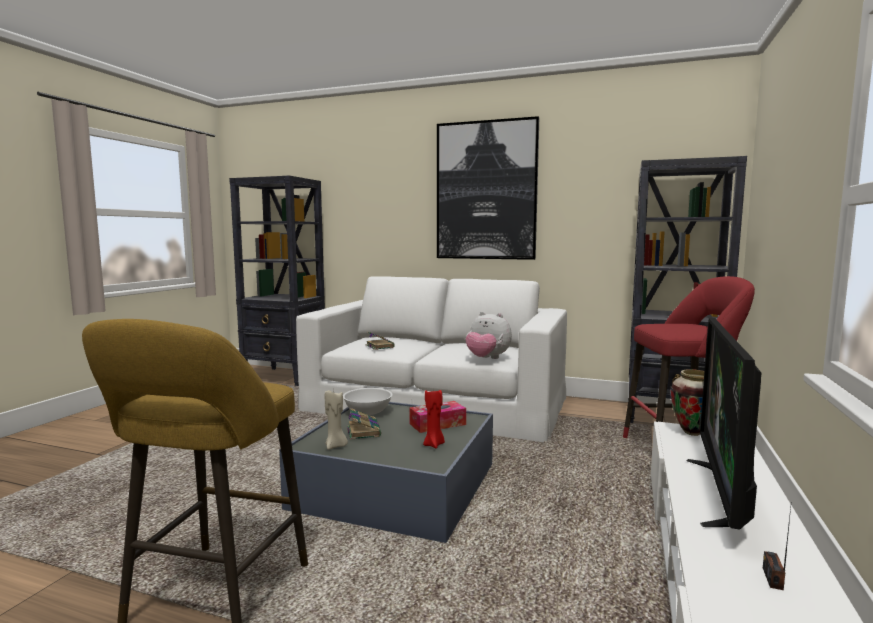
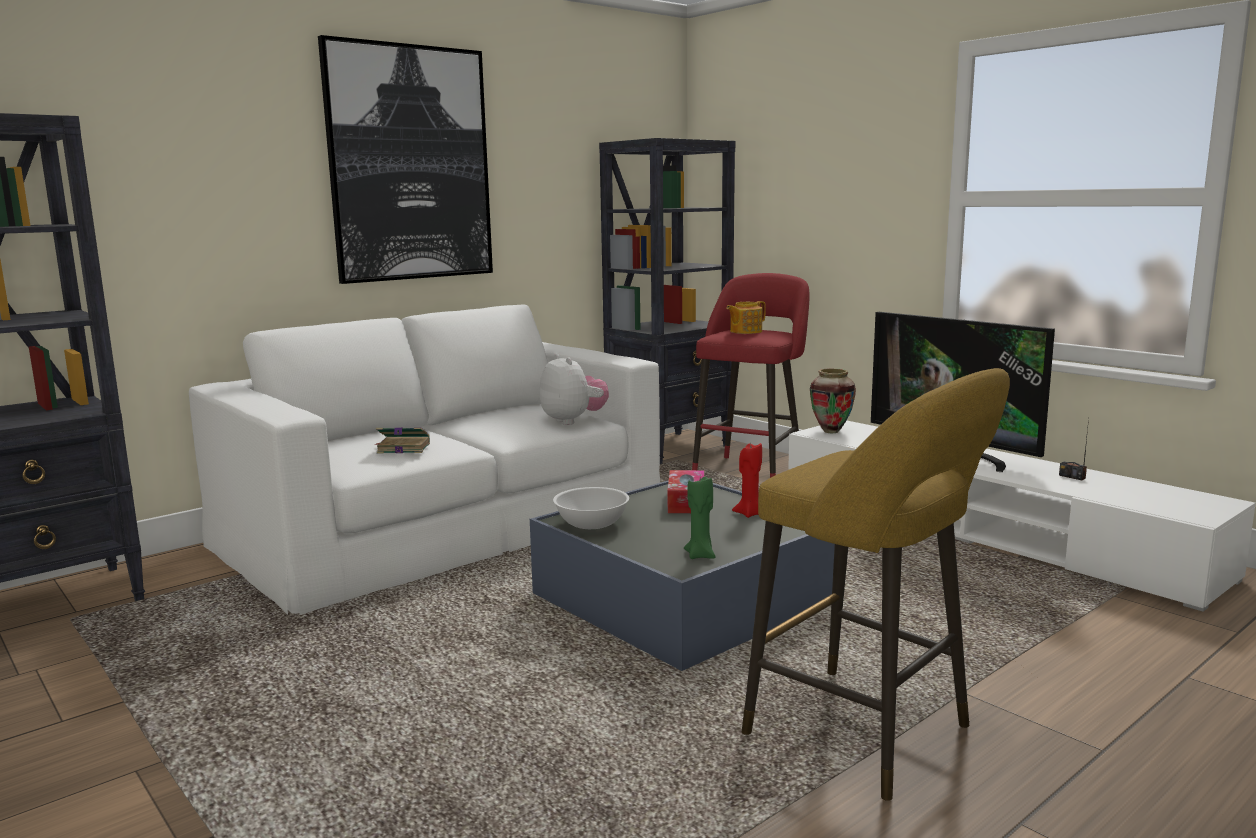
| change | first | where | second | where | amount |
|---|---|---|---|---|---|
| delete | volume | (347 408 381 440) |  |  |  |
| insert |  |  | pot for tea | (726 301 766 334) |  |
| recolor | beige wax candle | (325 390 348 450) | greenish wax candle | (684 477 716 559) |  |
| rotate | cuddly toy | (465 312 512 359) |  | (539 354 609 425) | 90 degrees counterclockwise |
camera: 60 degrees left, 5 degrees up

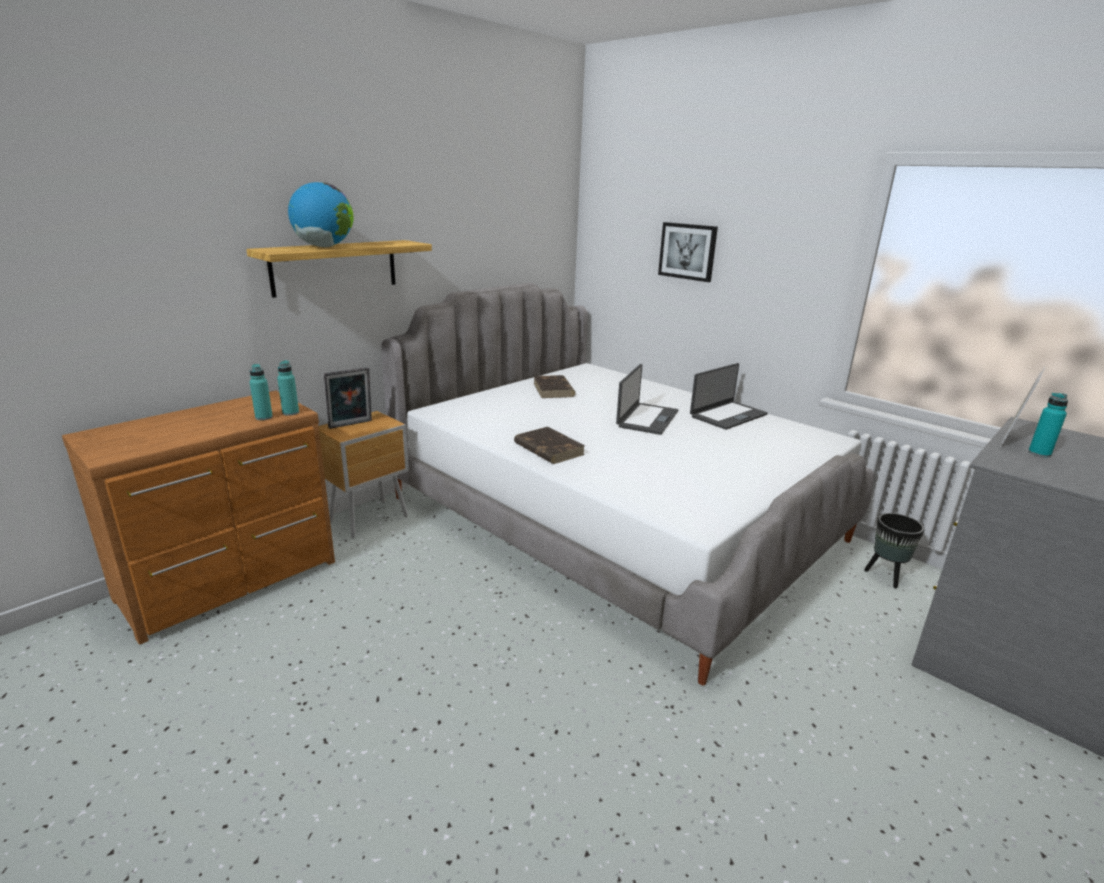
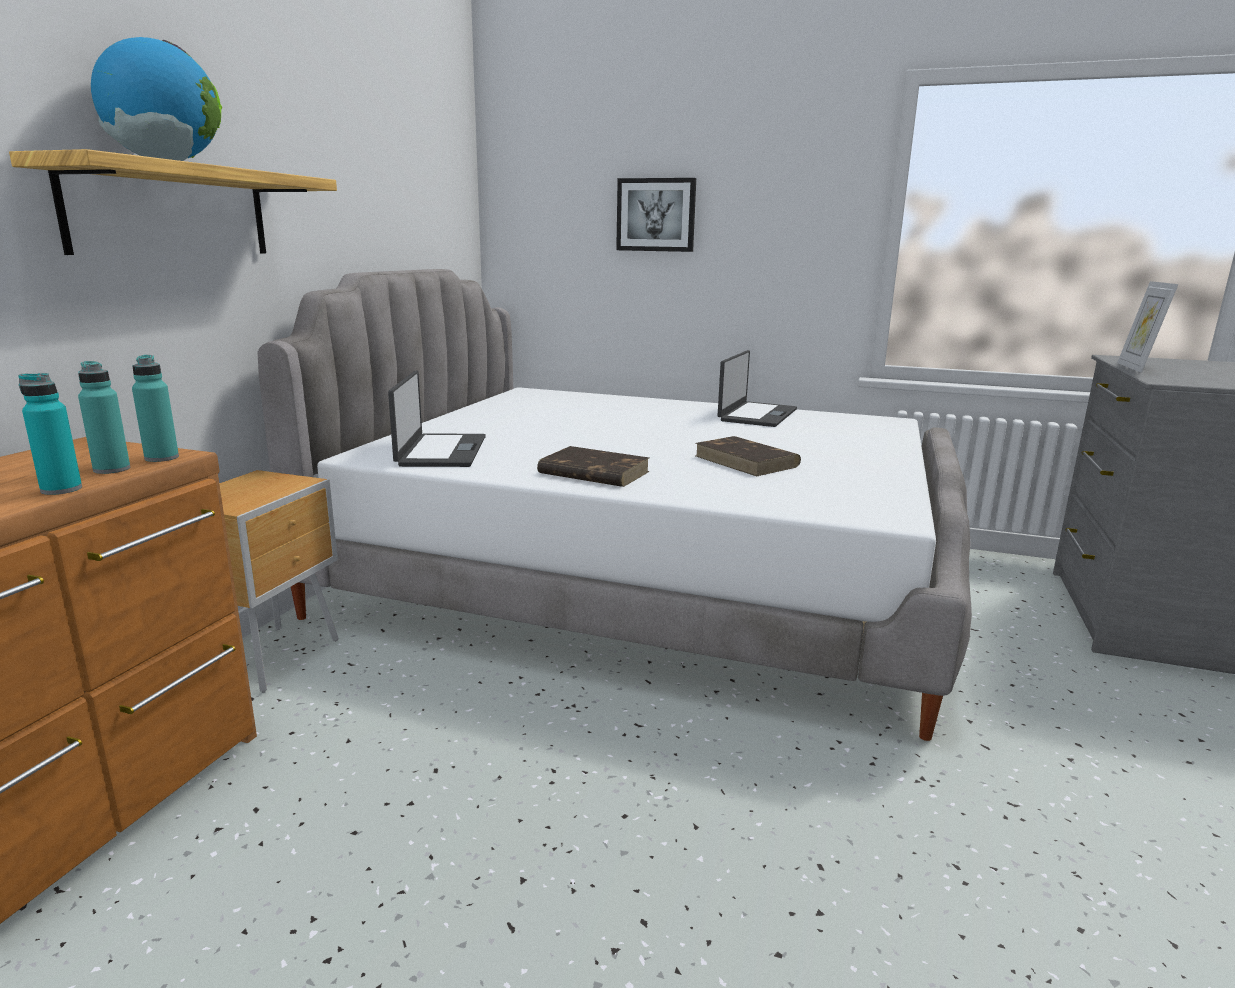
| change | first | where | second | where | amount |
|---|---|---|---|---|---|
| delete | standing frame | (324 367 372 429) |  |  |  |
| delete | black planter | (864 513 925 588) |  |  |  |
| move | brownish volume | (534 375 576 398) |  | (696 436 801 476) |  |
| move | laptop | (616 364 678 435) |  | (388 370 486 467) |  |
| move | blue-green beverage bottle | (1028 393 1068 458) |  | (18 373 82 495) |  |
camera: 25 degrees left, 5 degrees down

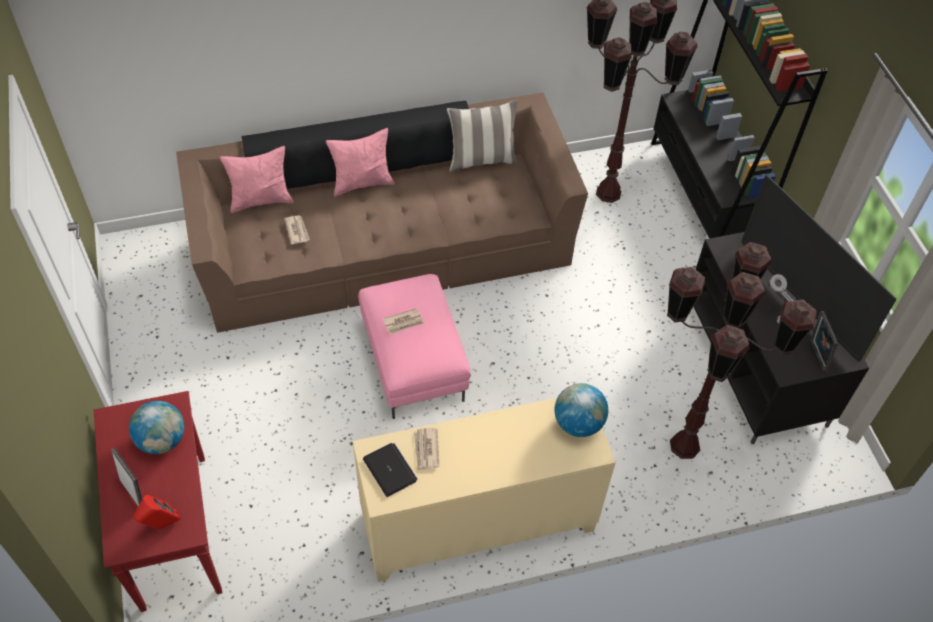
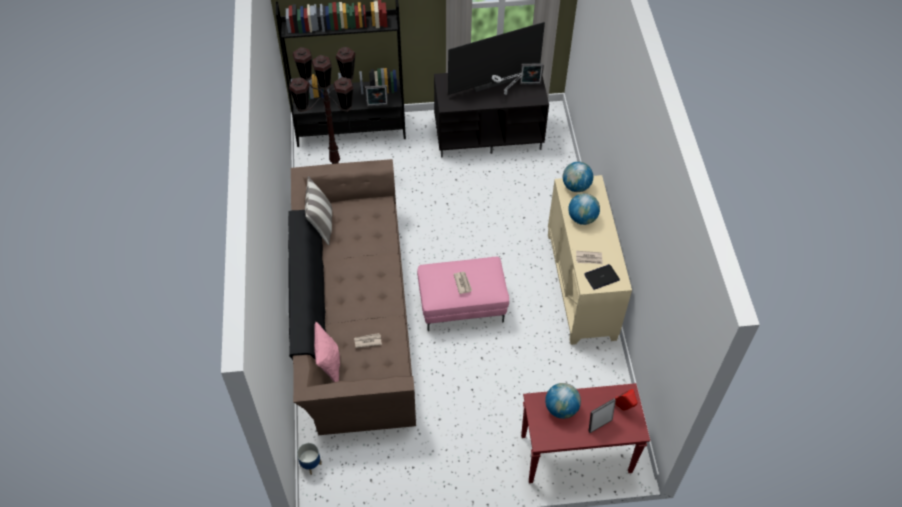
| change | first | where | second | where | amount |
|---|---|---|---|---|---|
| delete | pinkish throw pillow | (326 128 395 197) |  |  |  |
| delete | brownish floor lamp | (667 242 817 459) |  |  |  |
| insert |  |  | planter | (297 443 322 475) |  |
| insert |  |  | standing frame | (365 85 388 107) |  |
| insert |  |  | globe | (568 193 600 225) |  |
camera: 80 degrees left, 0 degrees up

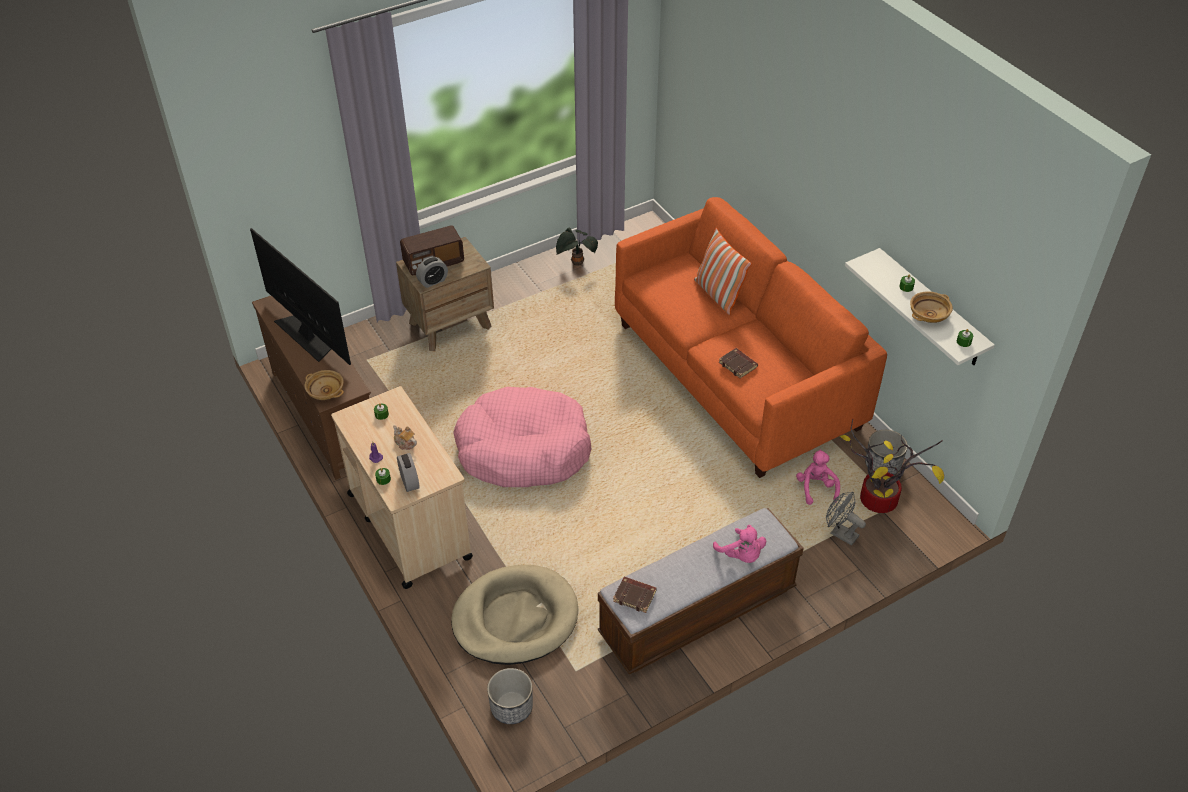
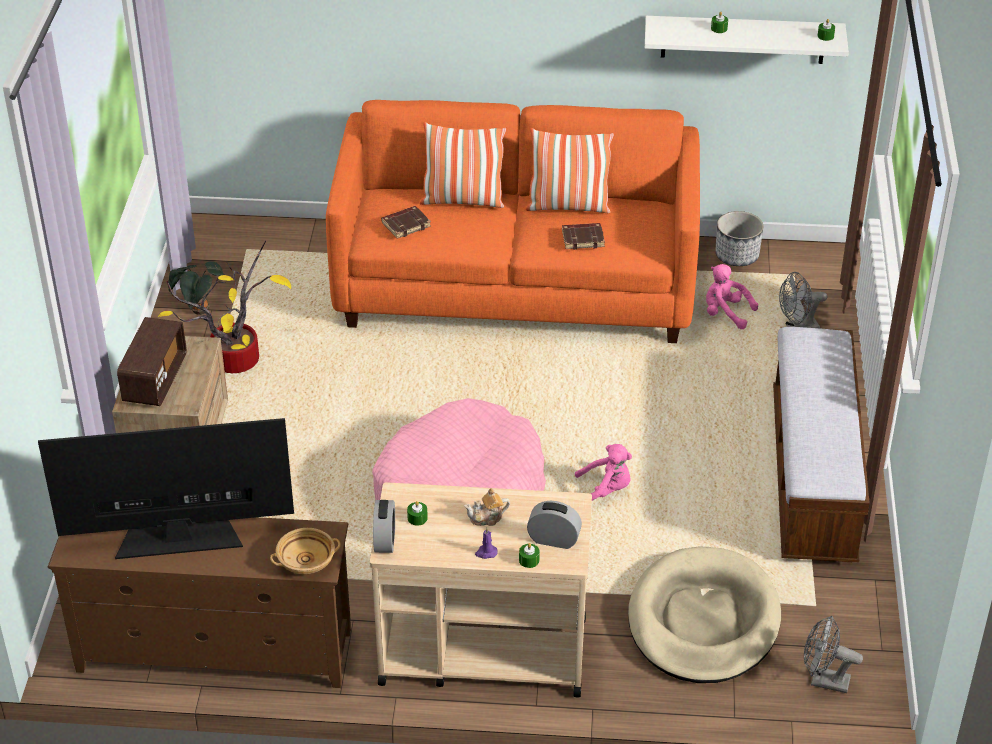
| change | first | where | second | where | amount |
|---|---|---|---|---|---|
| delete | beige serving bowl | (910 291 953 323) |  |  |  |
| insert |  |  | throw pillow | (526 128 614 213) |  |
| move | alarm clock | (416 257 448 288) |  | (373 500 395 553) |  |
| move | brownish volume | (613 577 657 613) |  | (381 206 431 239) |  |
| move | pinkish cuddly toy | (713 525 766 563) |  | (575 444 632 501) |  |
| move | houseplant | (840 419 944 513) |  | (157 240 291 373) |  |
| replace | planter | (487 668 533 724) | gray cooling fan | (804 616 863 693) |  |
camera: 55 degrees left, 5 degrees down

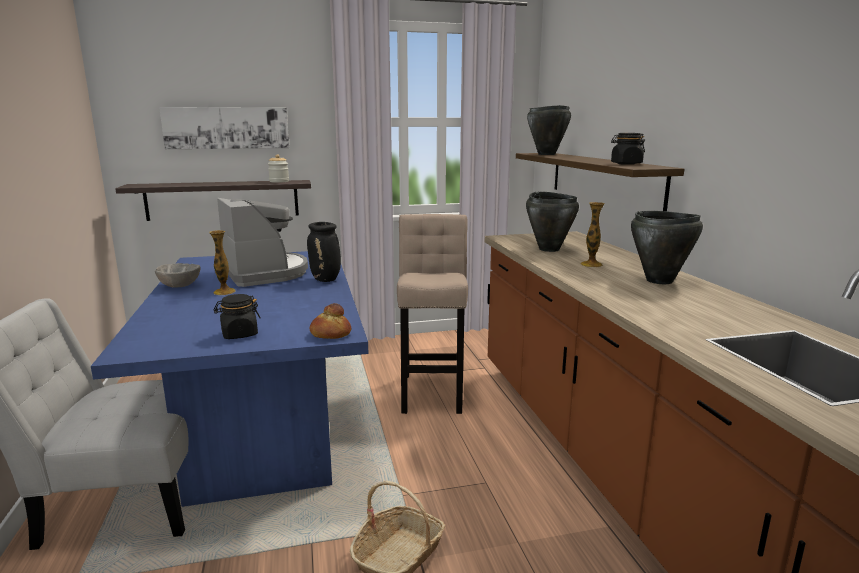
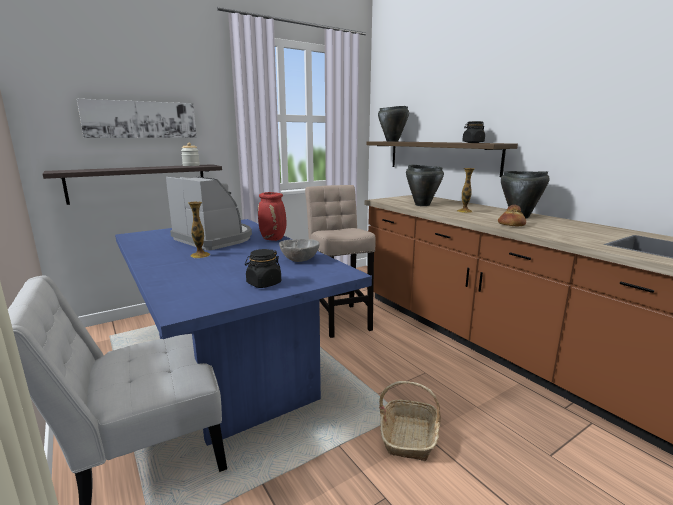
| change | first | where | second | where | amount |
|---|---|---|---|---|---|
| move | gray serving bowl | (155 263 201 288) |  | (279 239 320 262) |  |
| move | bakery bread | (310 303 352 339) |  | (498 205 526 226) |  |
| recolor | black vase | (307 222 341 282) | reddish vase | (258 192 286 241) |  |
camera: 20 degrees left, 0 degrees up

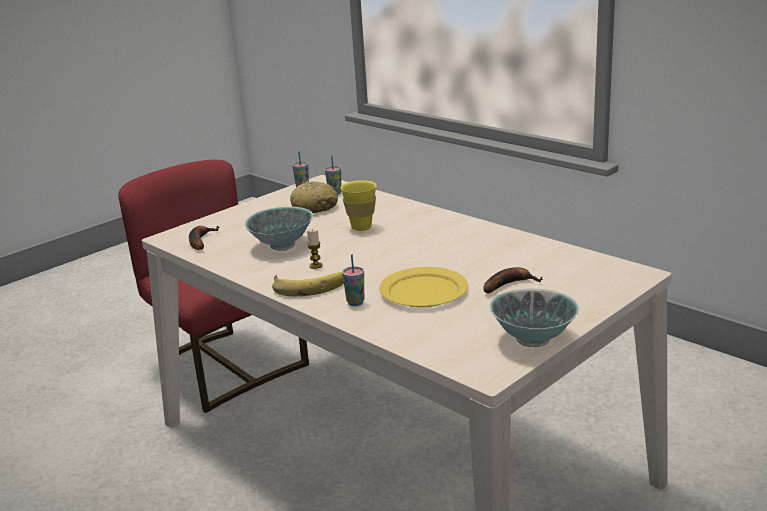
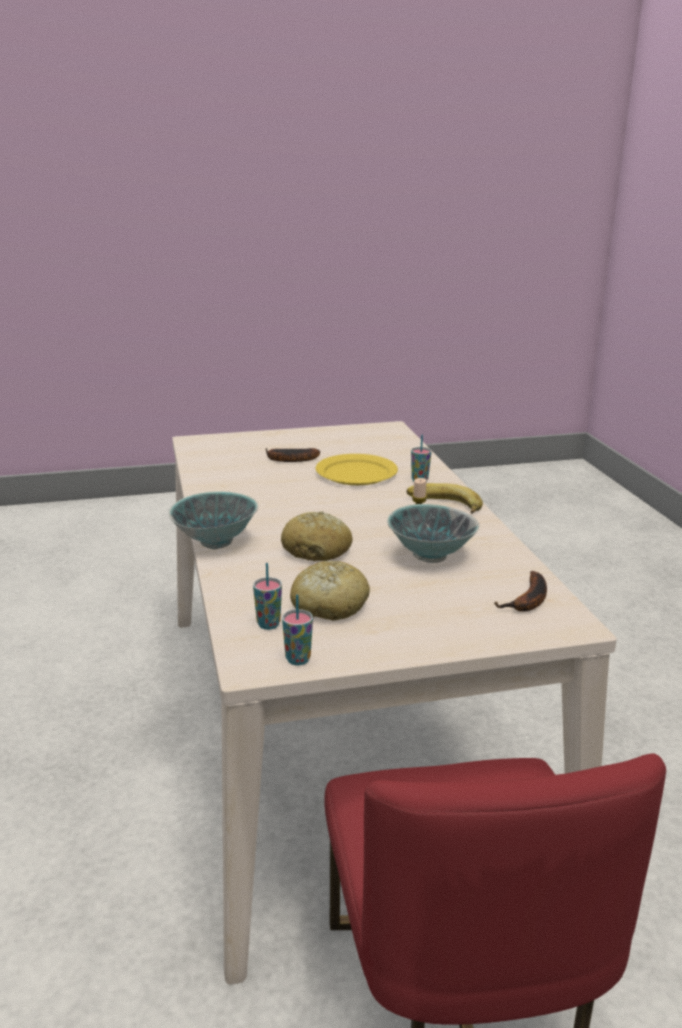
| change | first | where | second | where | amount |
|---|---|---|---|---|---|
| move | serving bowl | (489 288 579 347) |  | (169 491 258 549) |  |
| replace | yellowish cup | (340 180 377 231) | bakery bread | (281 511 353 561) |  |
camera: 150 degrees left, 0 degrees up

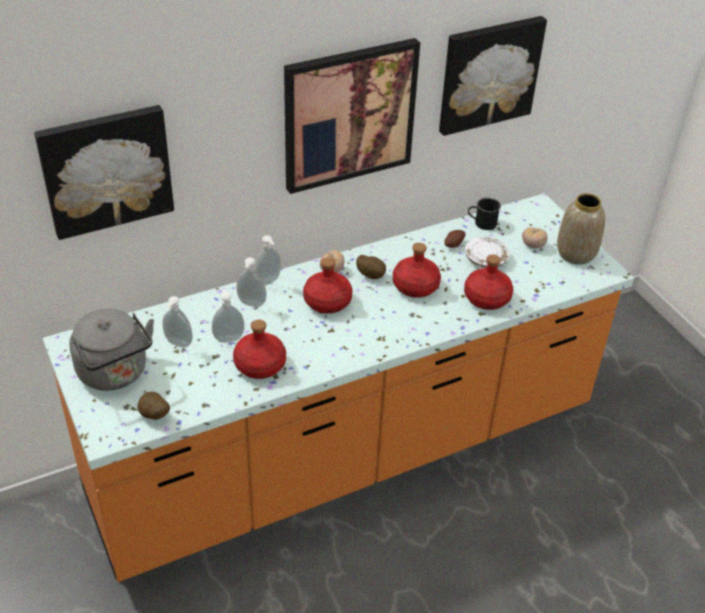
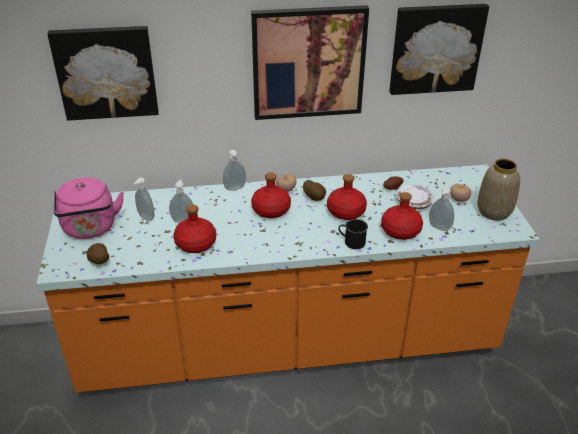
| change | first | where | second | where | amount |
|---|---|---|---|---|---|
| move | liquid soap bottle | (236 257 267 307) |  | (429 187 454 231) |  |
| move | black tea mug | (468 198 501 230) |  | (338 219 368 249) |  |
| recolor | gray water kettle | (69 309 154 391) | pinkish water kettle | (54 177 124 239) |  |
camera: 20 degrees right, 5 degrees down

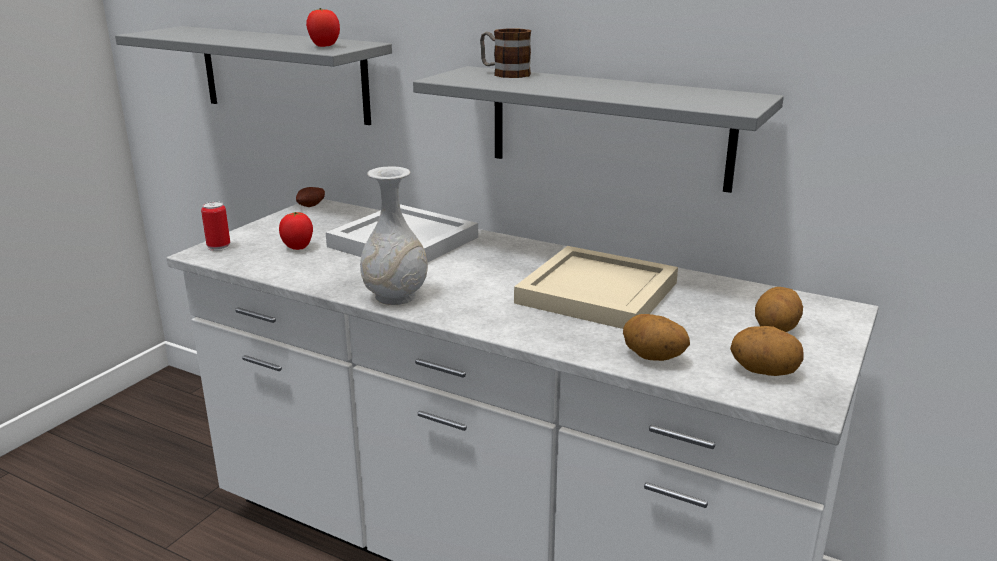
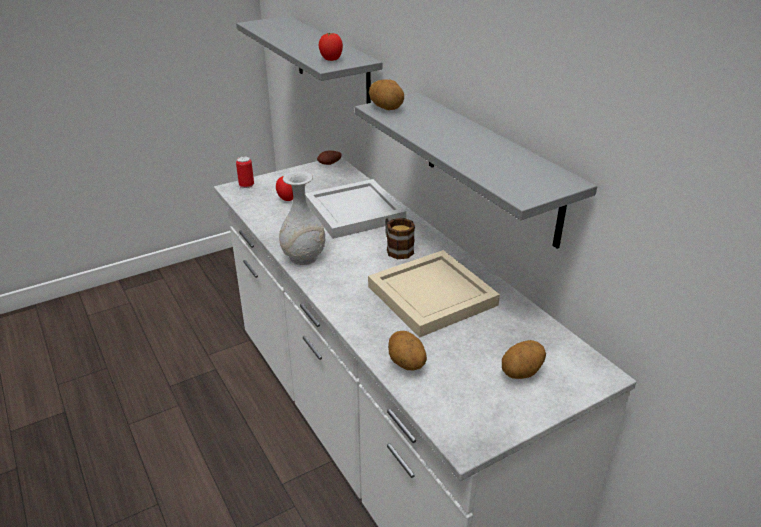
| change | first | where | second | where | amount |
|---|---|---|---|---|---|
| move | tea mug | (480 28 531 78) |  | (385 217 415 259) |  |
| move | spud | (730 326 804 376) |  | (369 79 404 110) |  |
camera: 30 degrees right, 10 degrees up

